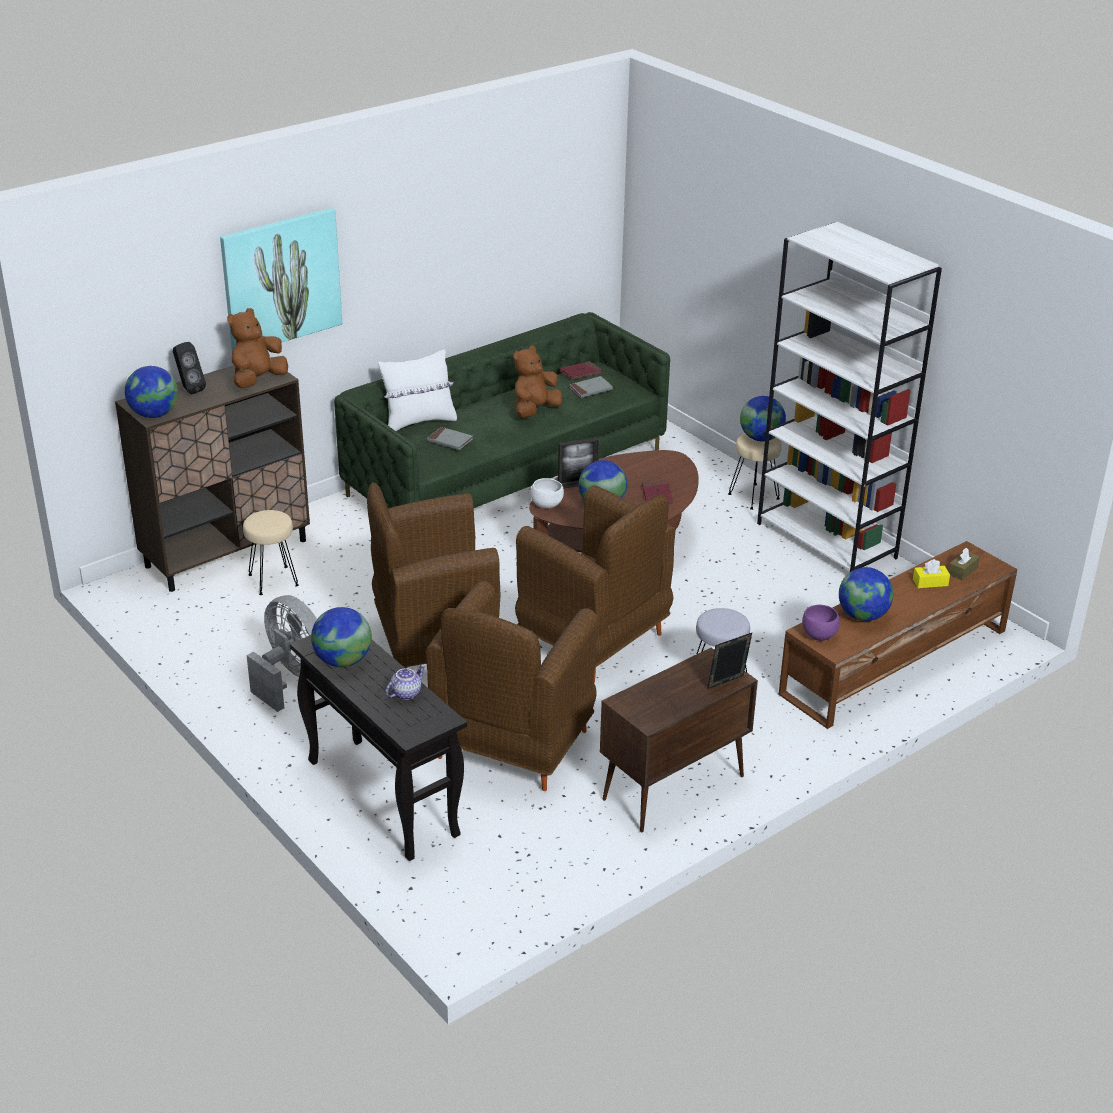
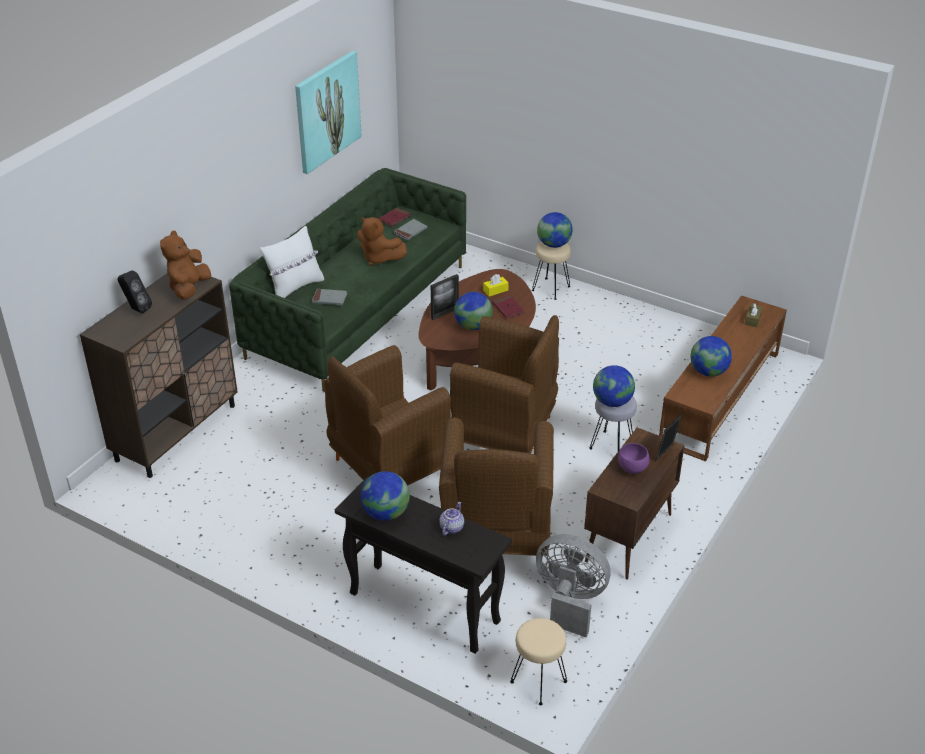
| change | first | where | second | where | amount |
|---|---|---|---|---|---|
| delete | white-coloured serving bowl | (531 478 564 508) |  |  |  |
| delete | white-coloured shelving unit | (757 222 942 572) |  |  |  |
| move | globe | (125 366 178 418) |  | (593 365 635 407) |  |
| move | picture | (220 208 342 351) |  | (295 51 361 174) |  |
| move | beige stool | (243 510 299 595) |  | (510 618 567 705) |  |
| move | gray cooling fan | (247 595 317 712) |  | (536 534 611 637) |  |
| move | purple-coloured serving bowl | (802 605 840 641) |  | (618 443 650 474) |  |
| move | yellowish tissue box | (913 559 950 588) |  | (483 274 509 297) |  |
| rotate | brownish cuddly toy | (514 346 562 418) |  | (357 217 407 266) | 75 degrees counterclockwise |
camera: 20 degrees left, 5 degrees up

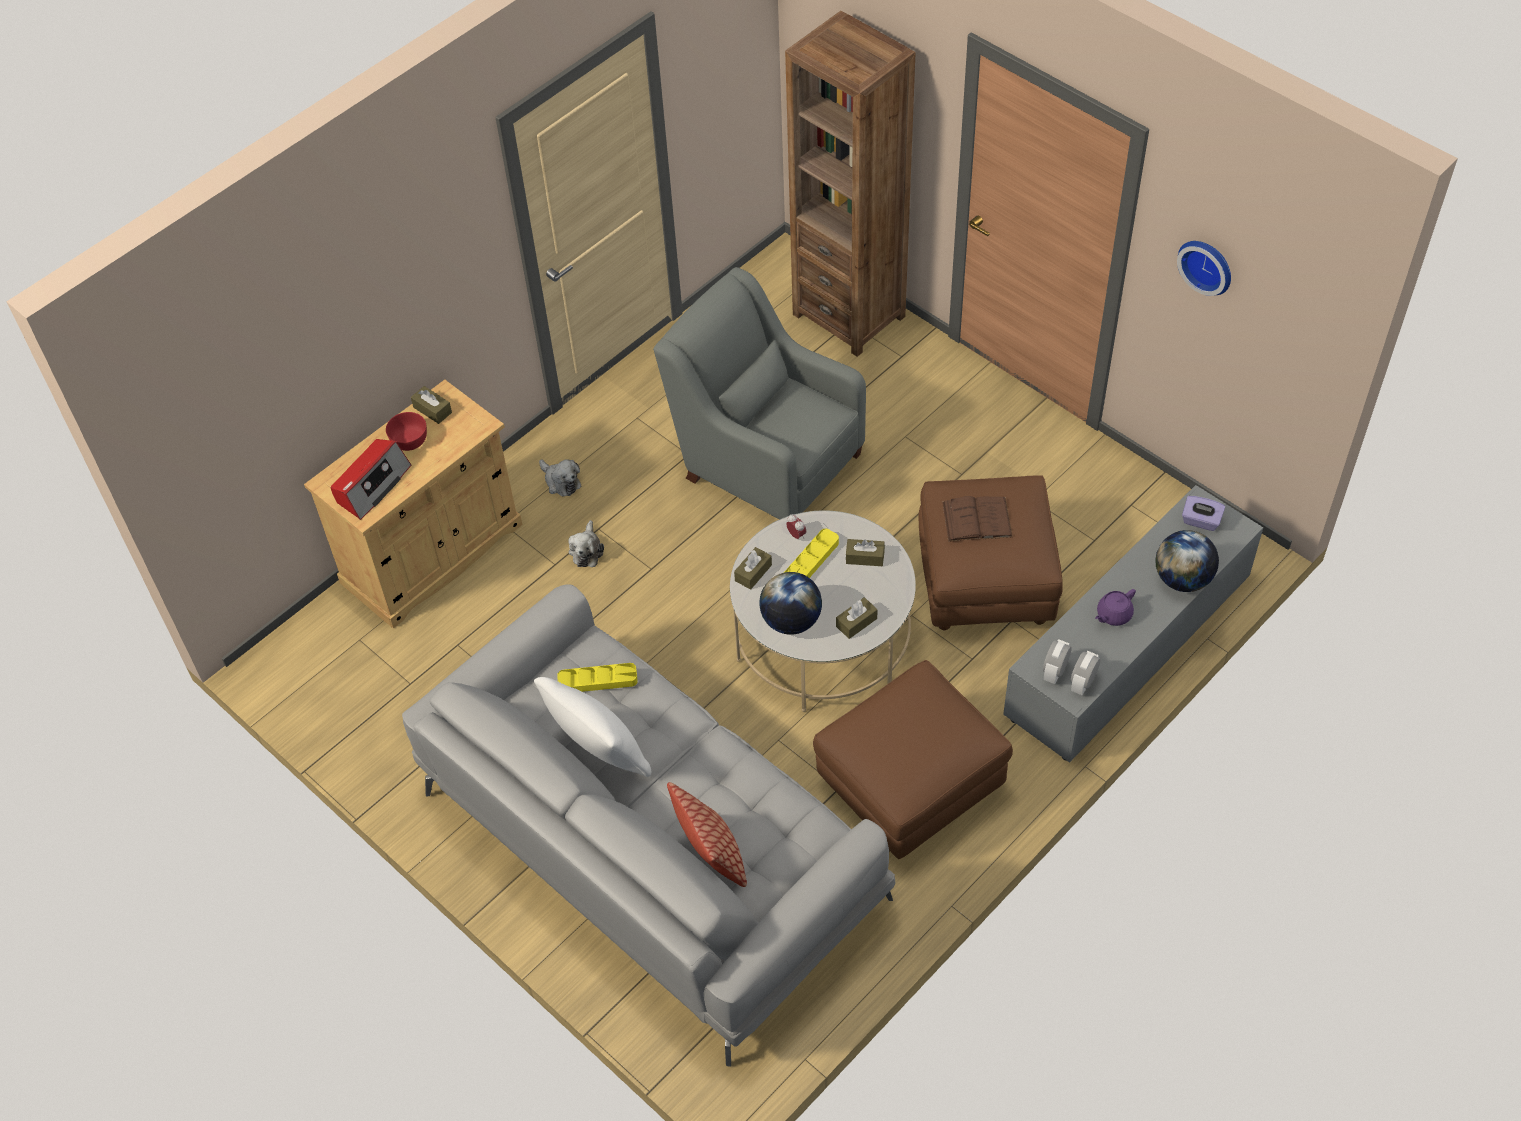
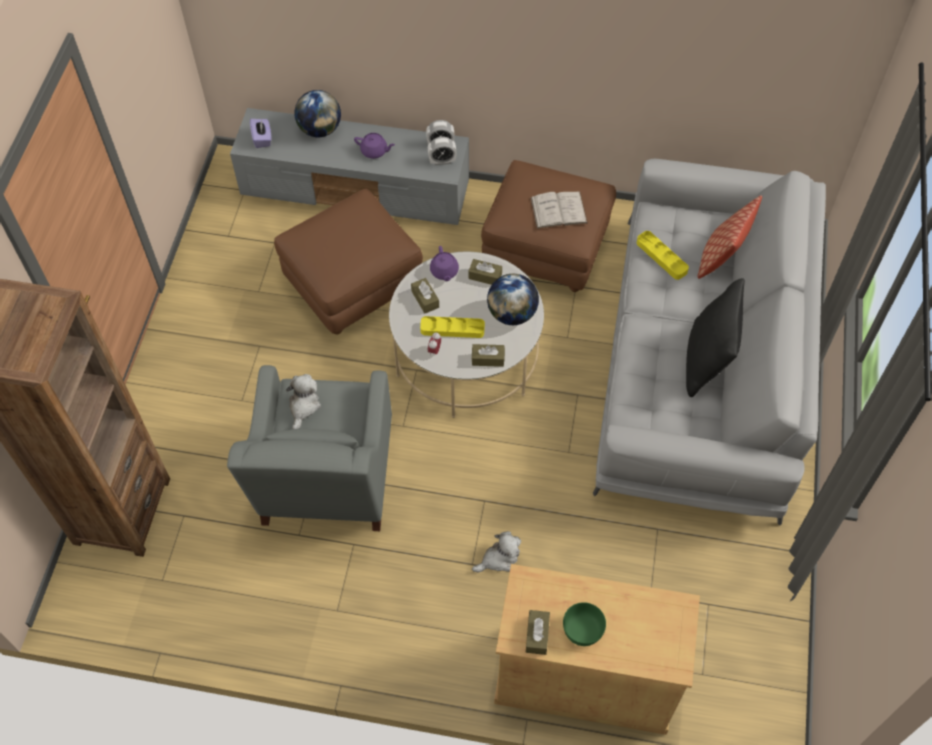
| change | first | where | second | where | amount |
|---|---|---|---|---|---|
| delete | radio set | (330 439 411 520) |  |  |  |
| delete | brownish volume | (942 496 1013 542) |  |  |  |
| delete | hanging clock | (1177 241 1231 296) |  |  |  |
| insert |  |  | purple-coloured pot for tea | (430 246 459 281) |  |
| insert |  |  | white-coloured volume | (530 192 588 229) |  |
| move | cuddly toy | (539 459 581 496) |  | (286 374 321 429) |  |
| move | yellowish serving tray | (557 663 637 692) |  | (637 231 689 280) |  |
| recolor | reddish serving bowl | (386 412 427 451) | greenish serving bowl | (563 602 606 646) |  |
| recolor | white-coloured throw pillow | (534 677 651 777) | black throw pillow | (686 278 745 397) |  |
camera: 125 degrees left, 5 degrees up

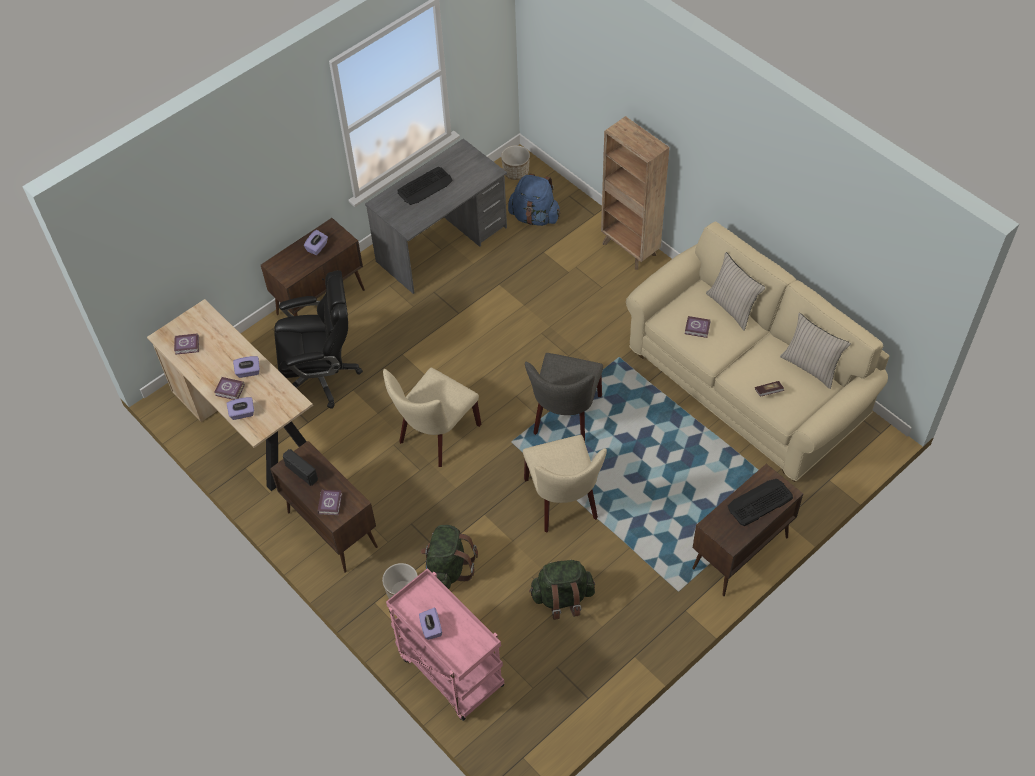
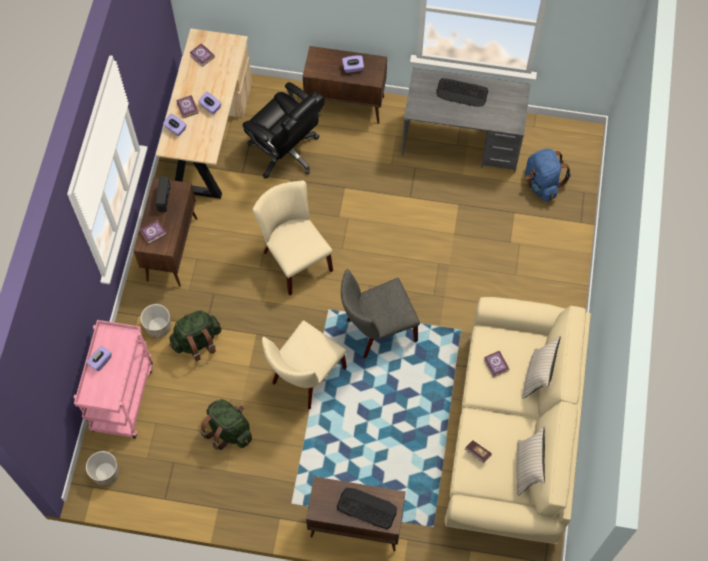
| change | first | where | second | where | amount |
|---|---|---|---|---|---|
| delete | brownish shelving unit | (601 116 670 270) |  |  |  |
| move | planter | (501 145 530 180) |  | (86 451 119 486) |  |
| rotate | beige plain chair | (383 367 482 467) |  | (253 181 333 295) | 60 degrees clockwise |
camera: 50 degrees right, 10 degrees up

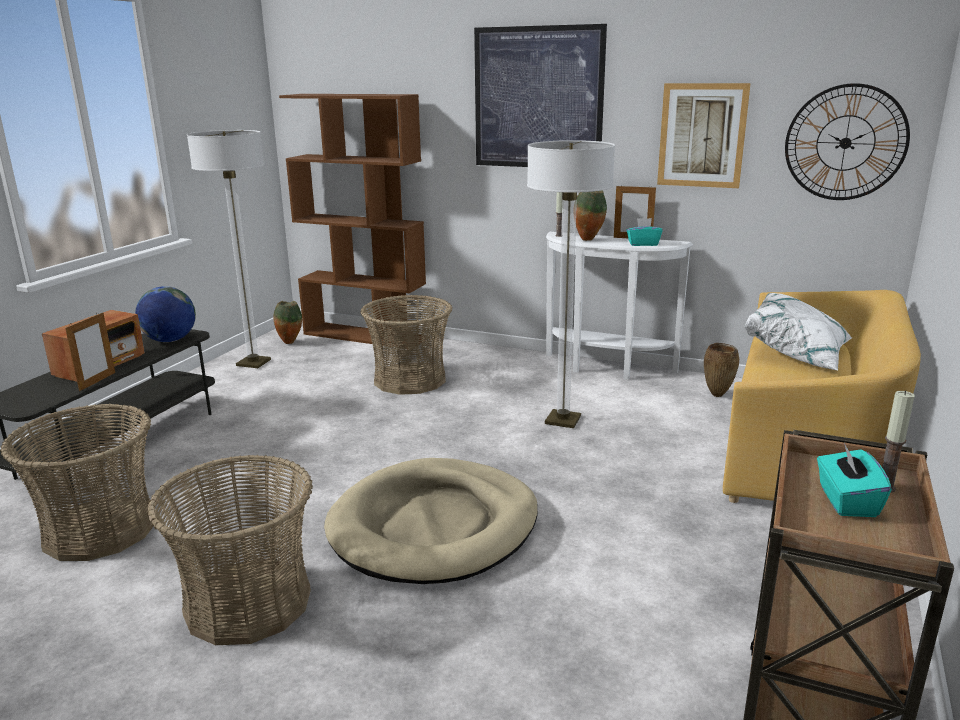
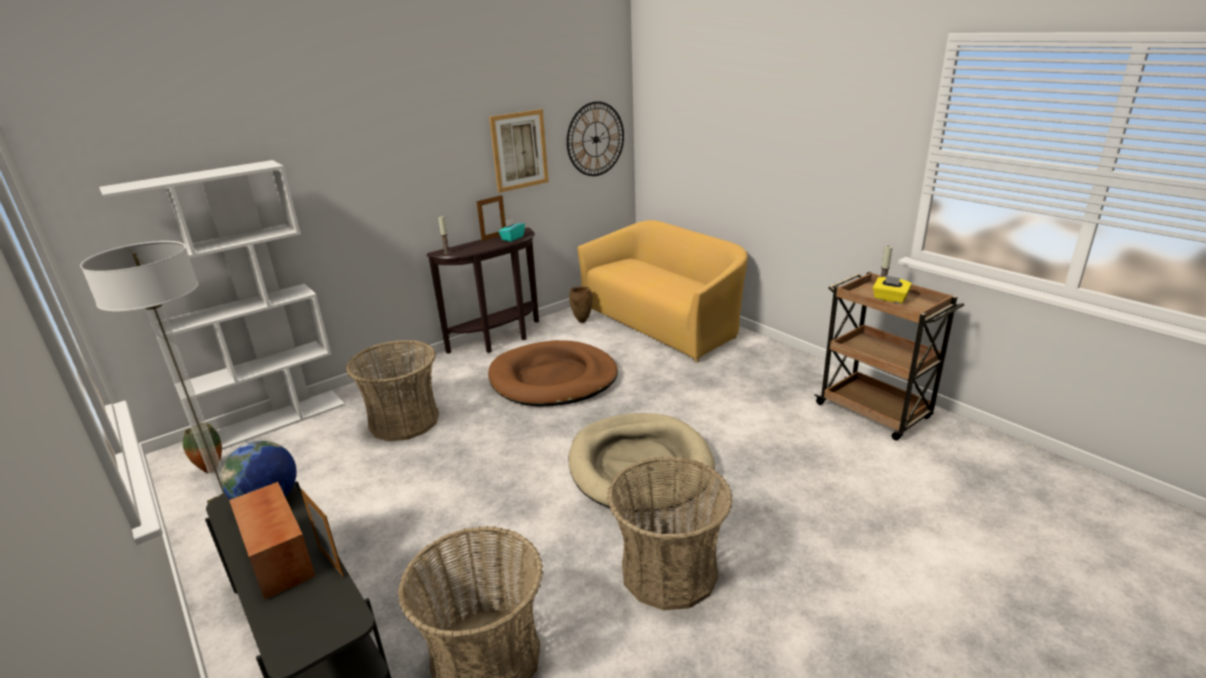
| change | first | where | second | where | amount |
|---|---|---|---|---|---|
| delete | picture | (474 24 607 167) |  |  |  |
| delete | vase | (576 191 607 241) |  |  |  |
| delete | white-coloured throw pillow | (745 293 852 371) |  |  |  |
| replace | floor lamp | (527 140 615 428) | brownish dog cushion | (488 340 618 407) |  |
| recolor | brownish shelving unit | (279 94 426 347) | white-coloured shelving unit | (99 160 345 450) |  |
| recolor | white-coloured hall table | (546 232 693 380) | brownish hall table | (426 227 539 354) |  |
| recolor | blue-green tissue box | (817 443 892 517) | yellowish tissue box | (873 275 912 304) |  |
camera: 60 degrees left, 5 degrees up

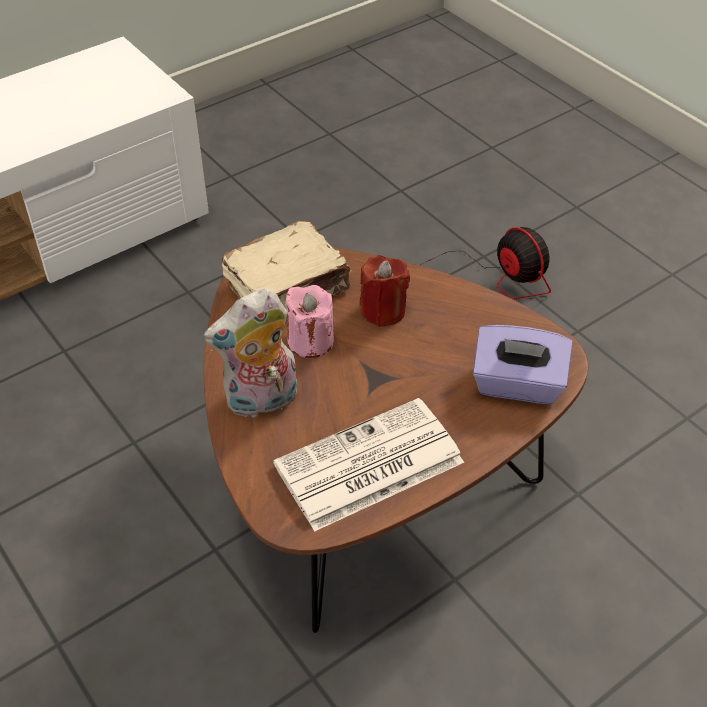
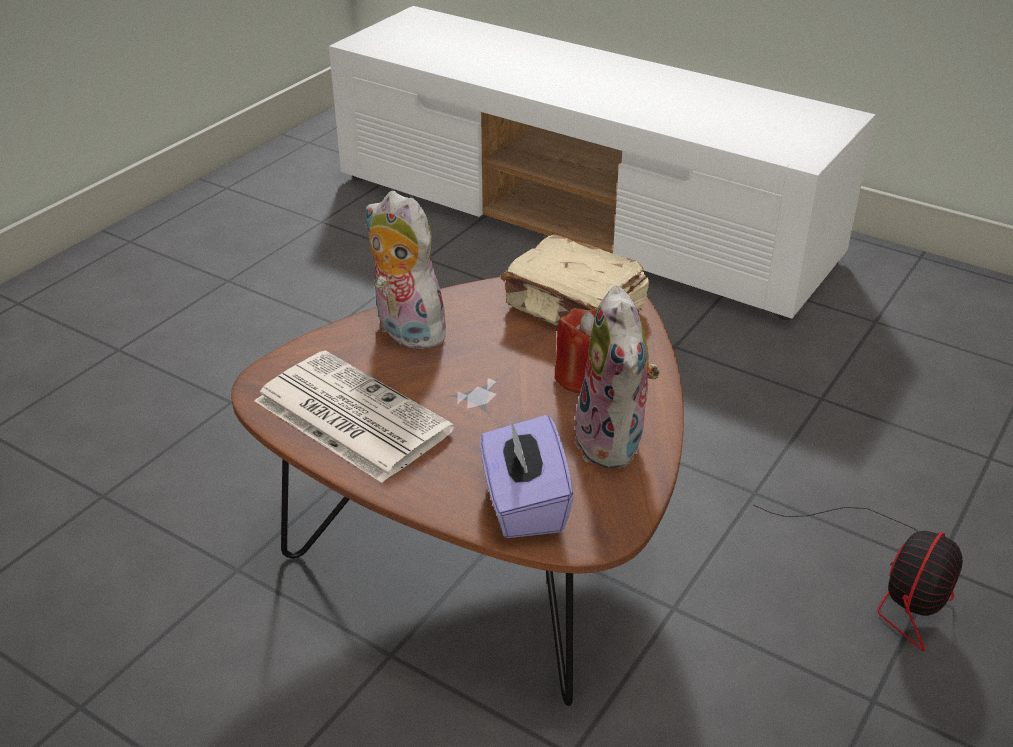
| change | first | where | second | where | amount |
|---|---|---|---|---|---|
| delete | pinkish wax candle | (285 285 334 358) |  |  |  |
| insert |  |  | cuddly toy | (572 286 660 469) |  |
camera: 70 degrees right, 10 degrees down

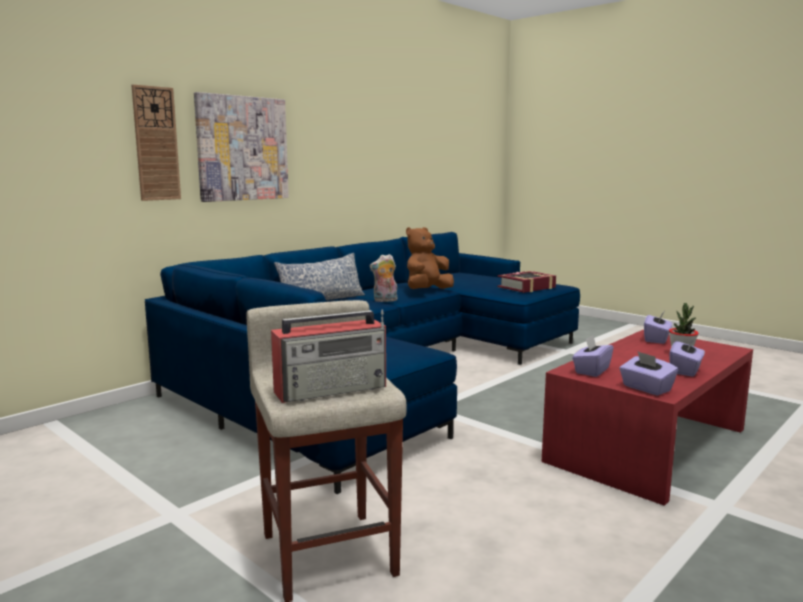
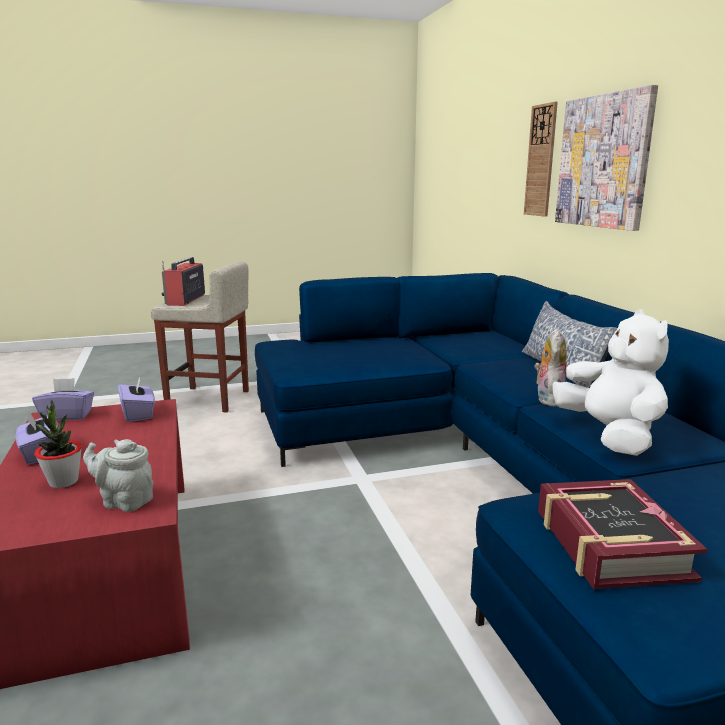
| change | first | where | second | where | amount |
|---|---|---|---|---|---|
| replace | purple-coloured tissue box | (644 311 673 344) | gray pot for tea | (83 439 153 512) |  |
| recolor | brownish cuddly toy | (406 227 454 289) | white-coloured cuddly toy | (552 310 669 456) |  |
camera: 120 degrees right, 5 degrees up

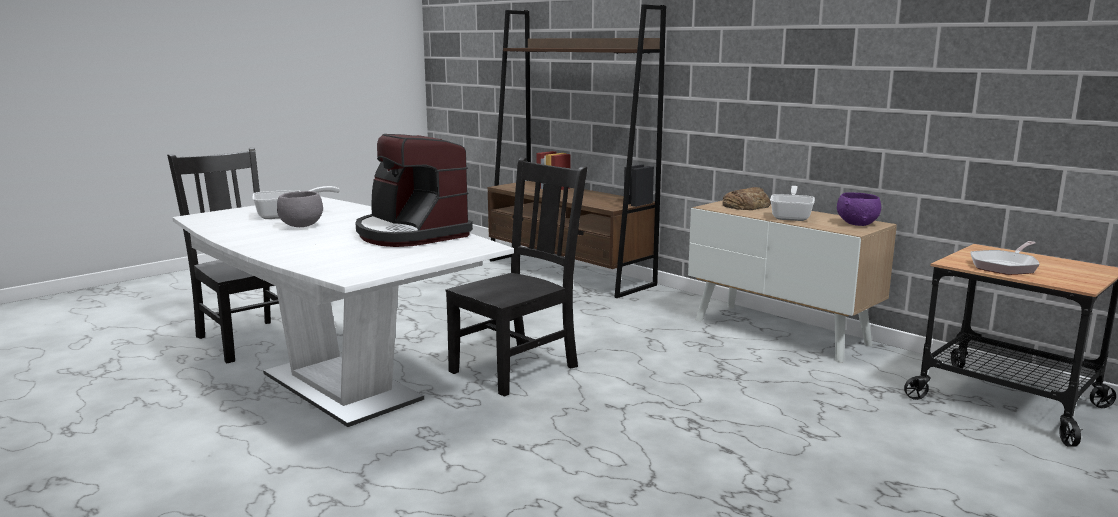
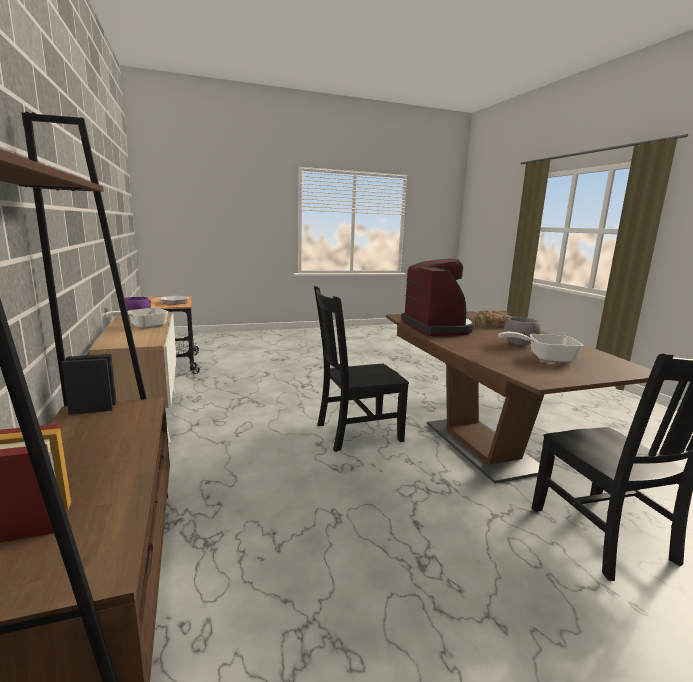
| change | first | where | second | where | amount |
|---|---|---|---|---|---|
| move | bakery bread | (722 187 771 210) |  | (475 310 511 328) |  |
| recolor | white-coloured dining table | (172 196 514 427) | brownish dining table | (386 311 652 484) |  |
camera: 155 degrees left, 0 degrees up

